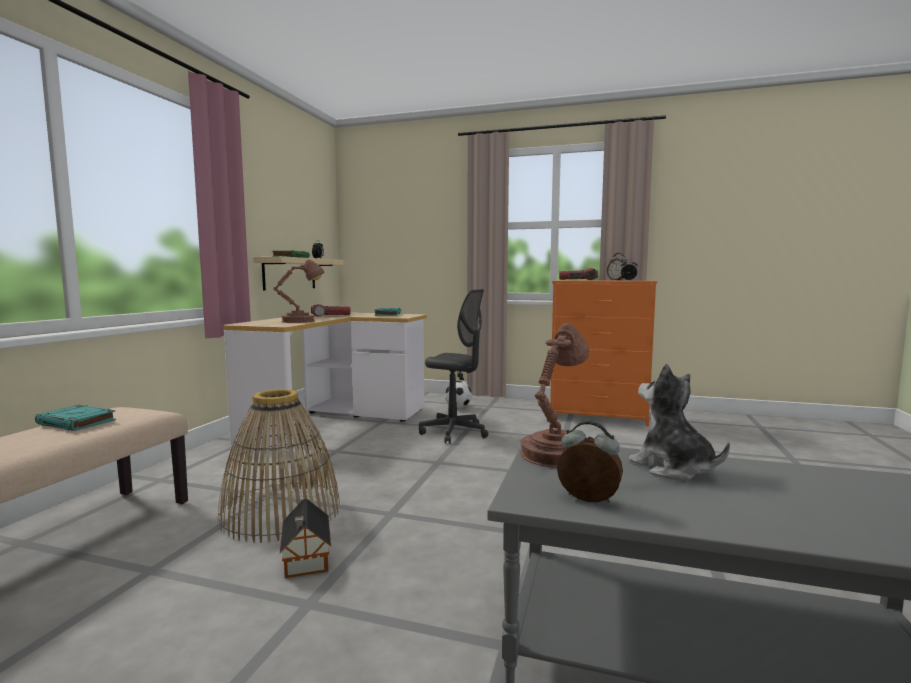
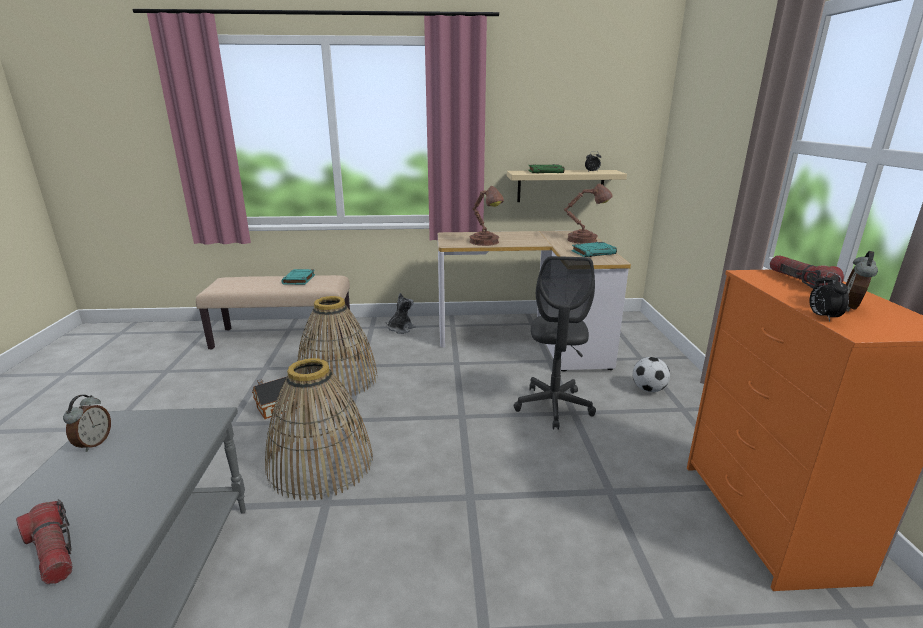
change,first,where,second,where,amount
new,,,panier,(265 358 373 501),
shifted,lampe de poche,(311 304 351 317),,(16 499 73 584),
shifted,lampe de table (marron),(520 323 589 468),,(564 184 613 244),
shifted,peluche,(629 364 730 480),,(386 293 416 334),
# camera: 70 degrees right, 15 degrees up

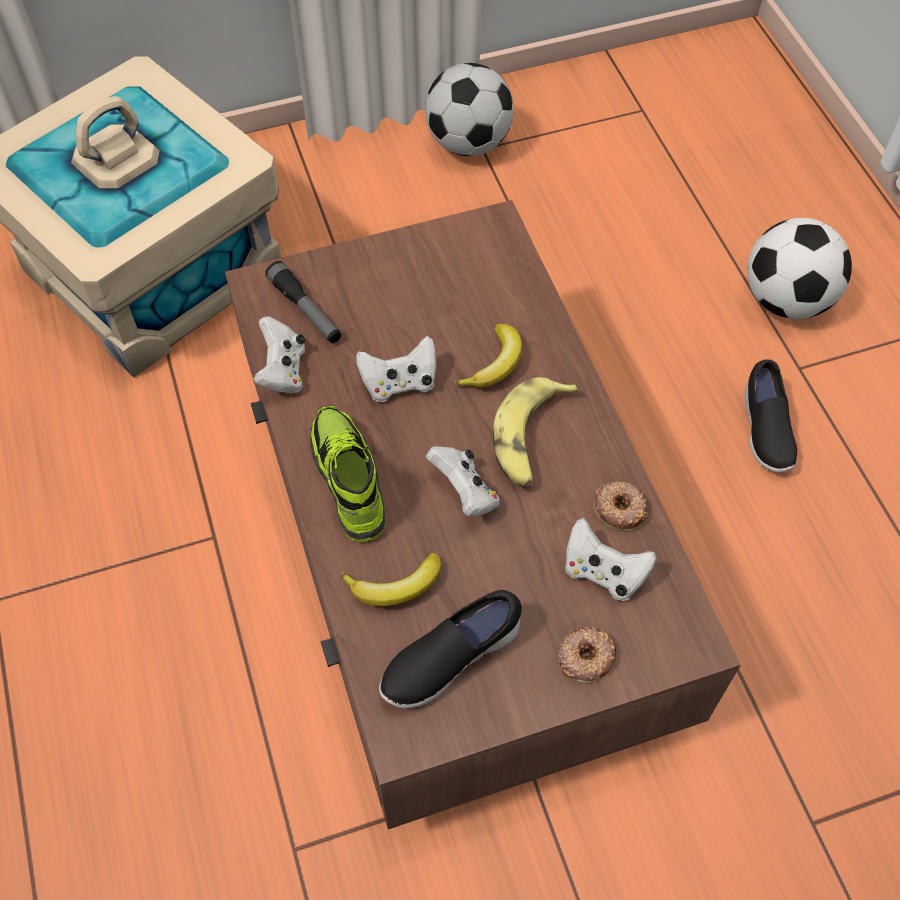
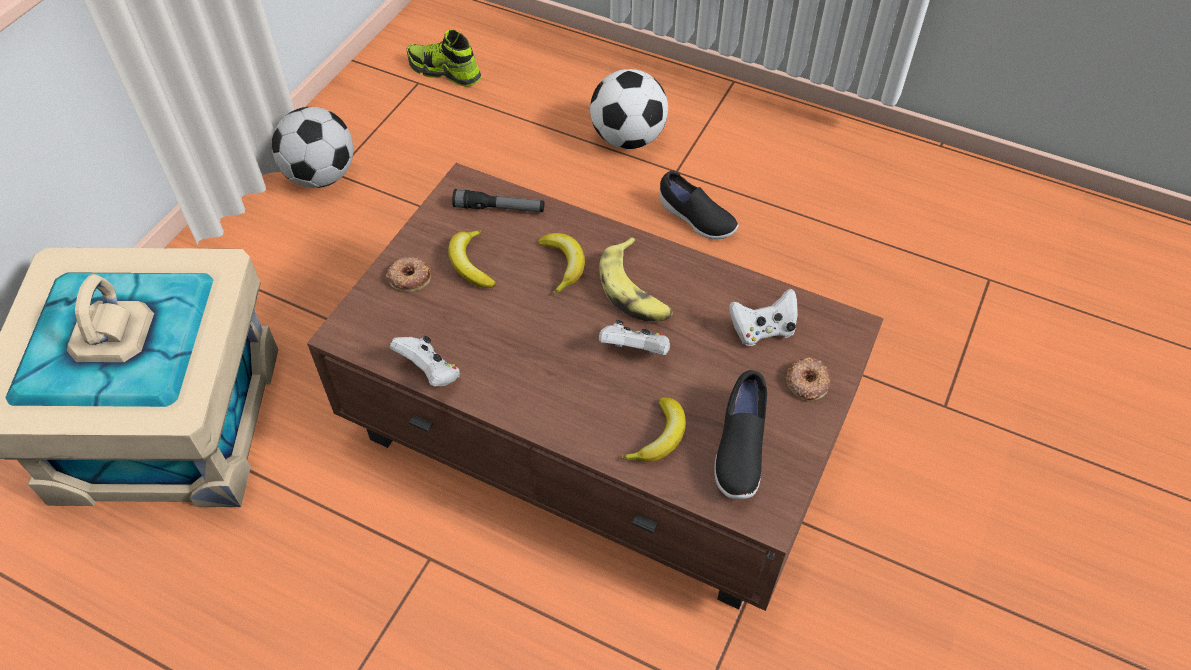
change,first,where,second,where,amount
gone,manette (blanc),(356 336 436 402),,,
new,,,banane,(448 230 496 288),
shifted,lampe de poche,(265 261 341 343),,(452 189 544 212),
shifted,chaussure,(310 405 385 542),,(407 30 481 87),
shifted,beignet,(594 481 648 532),,(386 256 431 293),
# camera: 45 degrees left, 5 degrees down

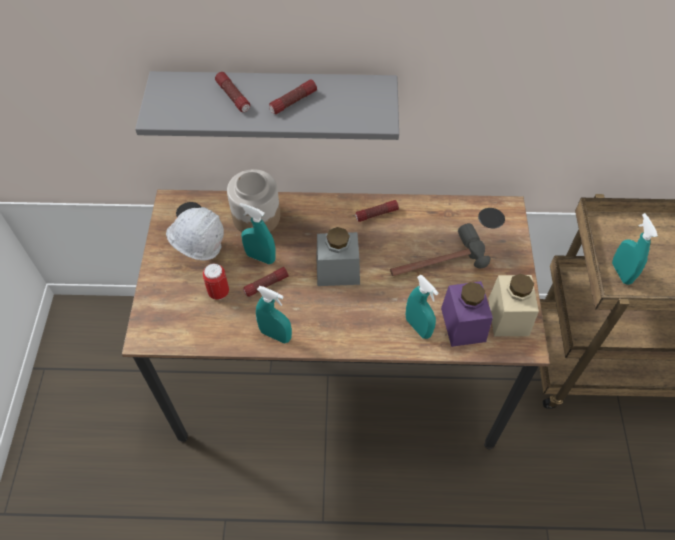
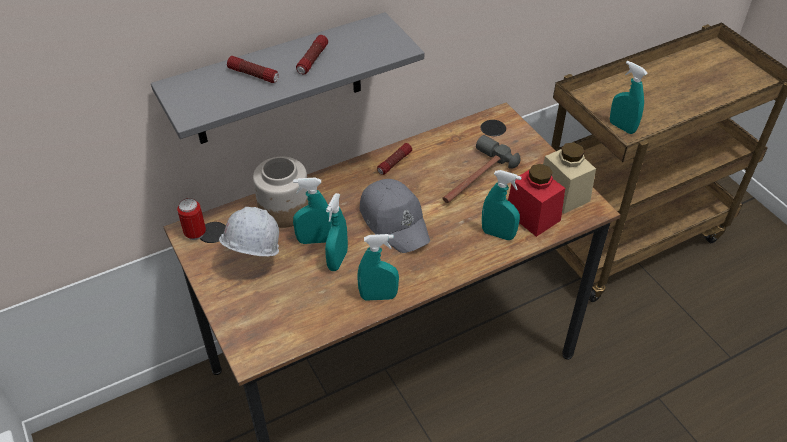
change,first,where,second,where,amount
shifted,boîte métallique,(203 263 229 300),,(177 198 206 240),
swapped,lampe de poche,(243 267 288 297),vaporisateur (turquoise),(325 193 348 271),
swapped,bocal (gris),(316 227 360 286),casquette (gris),(360 179 430 253),
repainted,bocal (violet),(441 281 493 347),bocal (rouge),(508 164 565 237),
# camera: 30 degrees left, 10 degrees down

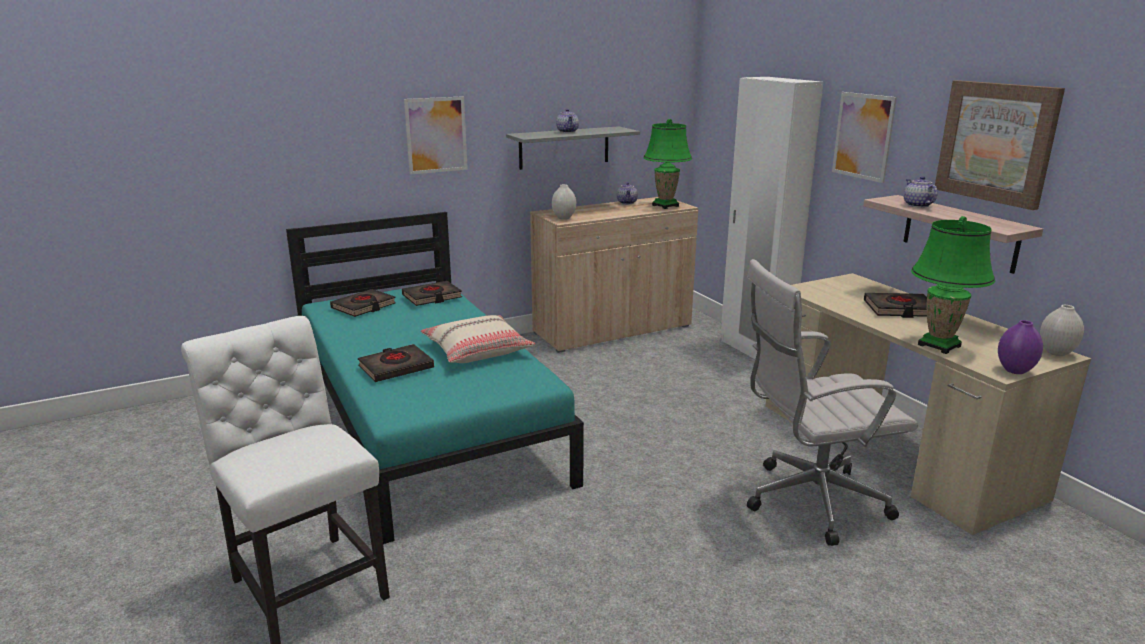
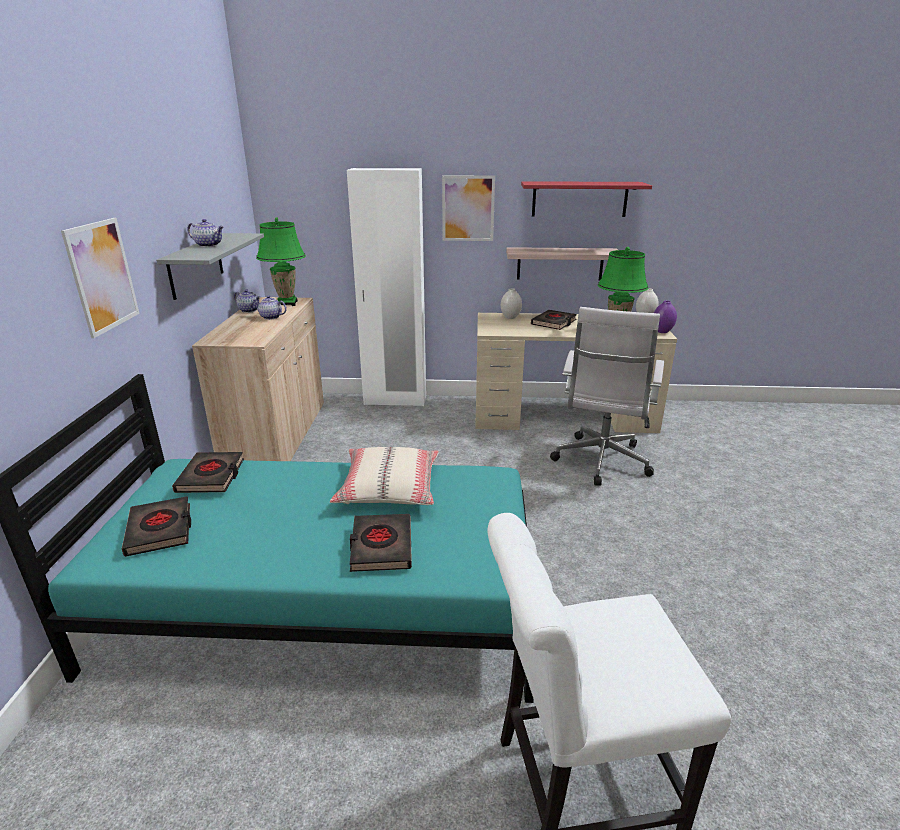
change,first,where,second,where,amount
shifted,vase (blanc),(552 184 576 220),,(501 288 522 319),
shifted,théière,(904 176 938 208),,(253 295 287 320),
swapped,tableau,(935 80 1065 210),étagère (rouge),(521 181 652 217),
# camera: 60 degrees left, 5 degrees up

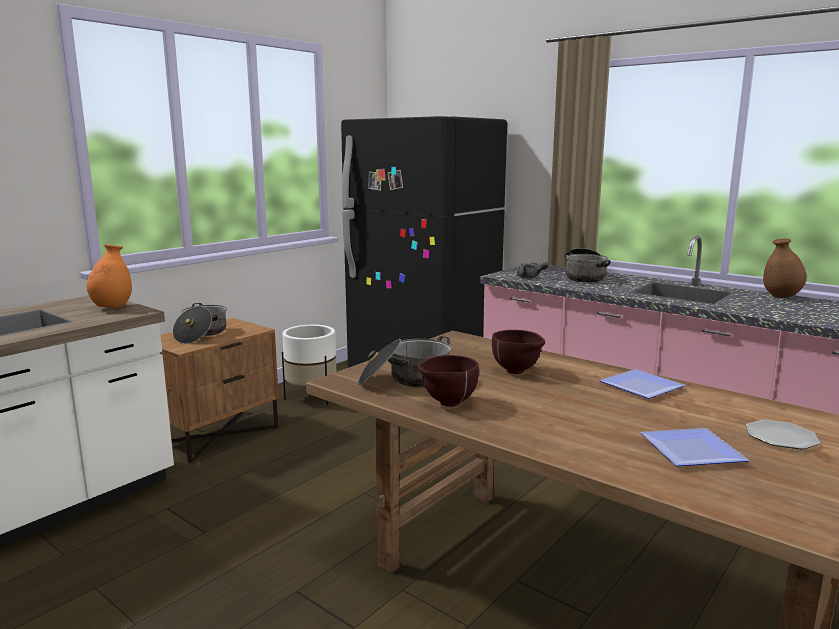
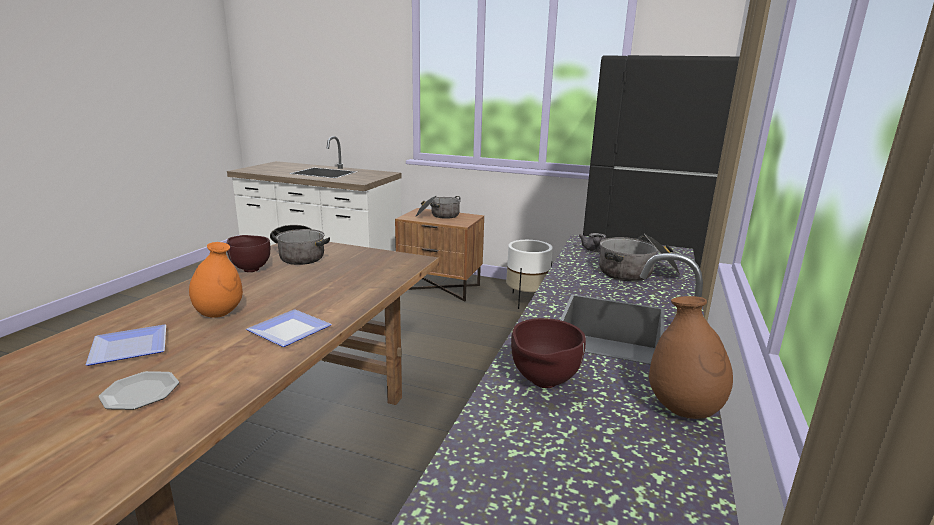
change,first,where,second,where,amount
shifted,vase (orange),(86 244 132 308),,(189 242 243 318),
shifted,bol (marron),(492 330 545 374),,(511 318 586 388),
# camera: 70 degrees right, 5 degrees up

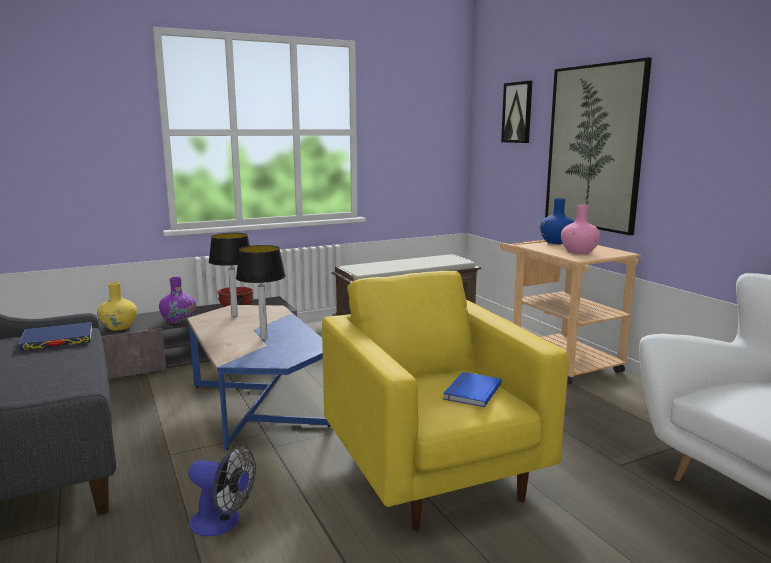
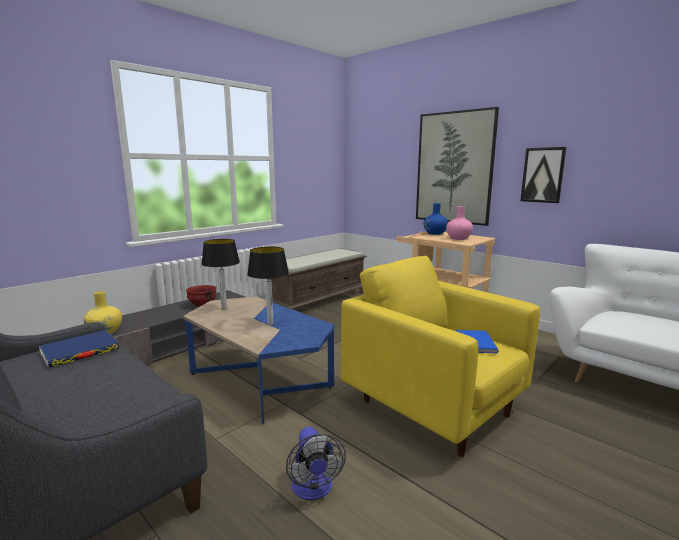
change,first,where,second,where,amount
gone,vase (violet),(159 277 196 324),,,
shifted,tableau,(501 81 532 143),,(521 147 566 203),
rotated,ventilateur,(188 446 256 537),,(286 427 346 500),75 degrees clockwise
# camera: 20 degrees left, 0 degrees up

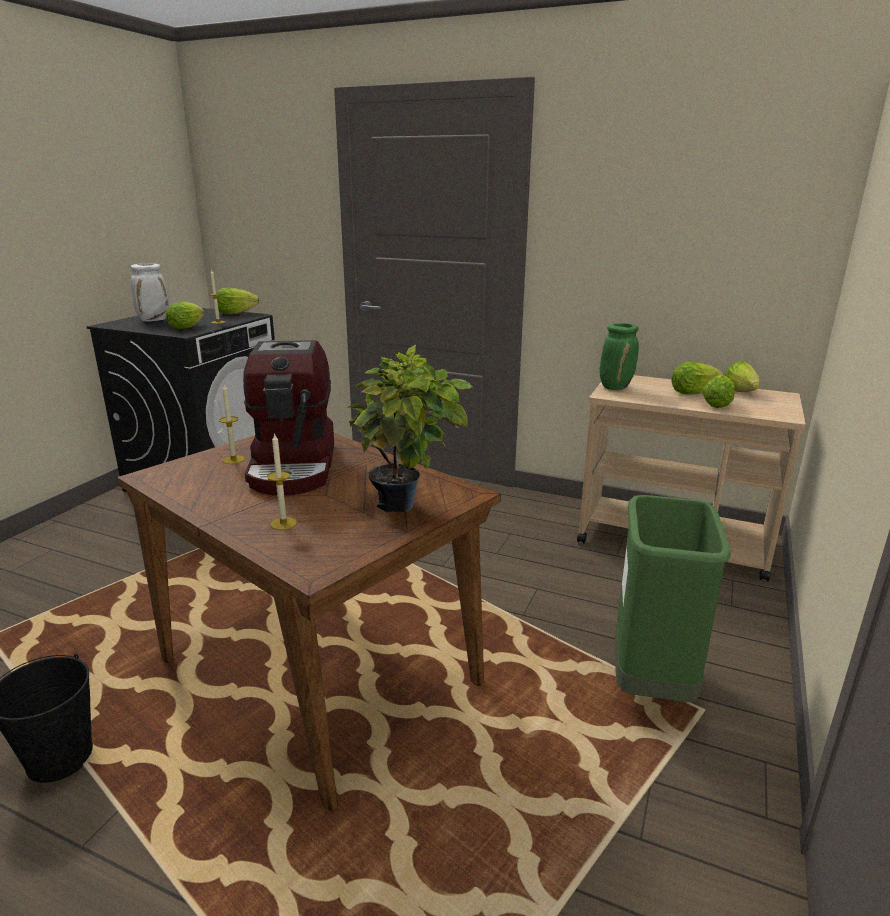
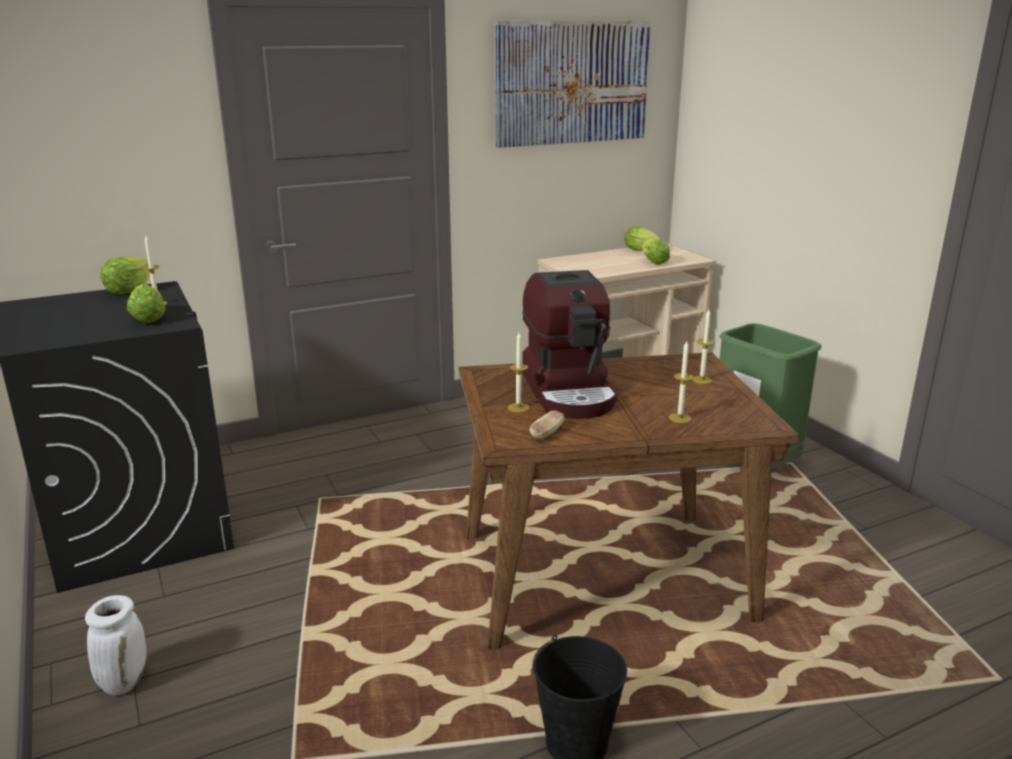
change,first,where,second,where,amount
gone,vase (vert),(600 323 639 390),,,
gone,laitue,(671 362 724 395),,,
new,,,tableau,(495 21 651 148),
new,,,pain,(530 411 565 439),
shifted,vase (blanc),(130 264 169 322),,(85 595 147 695),
swapped,plante en pot,(348 345 473 512),bougie,(692 309 715 384),
rotated,machine à café,(243 340 334 496),,(522 270 618 419),45 degrees clockwise
# camera: 50 degrees left, 0 degrees up

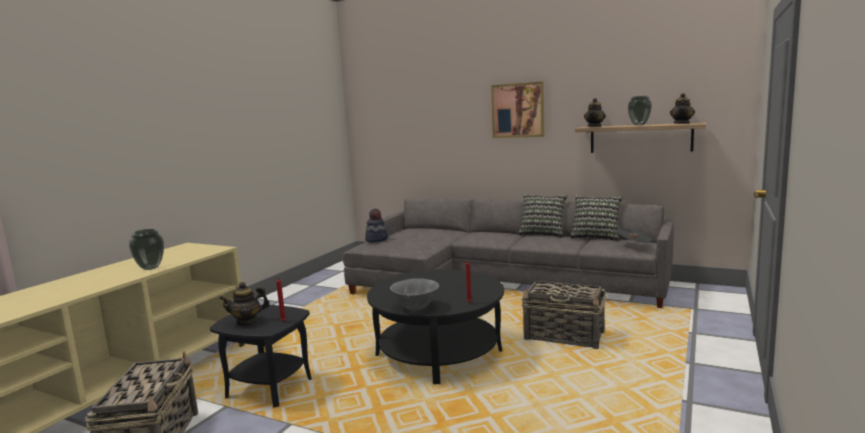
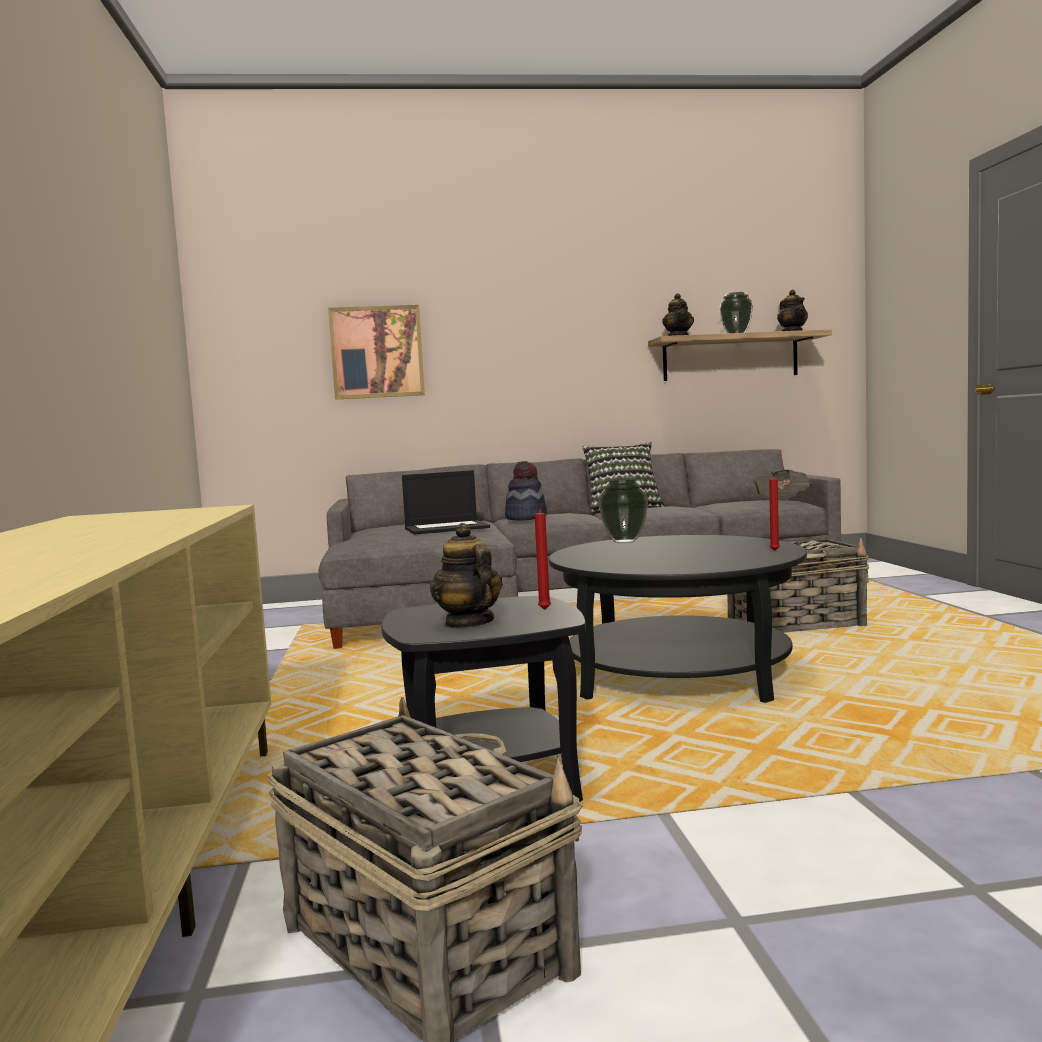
change,first,where,second,where,amount
gone,bol (gris),(390 279 439 310),,,
gone,coussin,(570 195 623 241),,,
new,,,ordinateur portable,(402 470 490 535),
shifted,vase,(129 229 164 270),,(599 480 648 543),
shifted,chapeau,(365 209 388 243),,(505 461 547 520),
shifted,tableau,(491 81 544 138),,(328 305 425 399),
rotated,théière,(219 282 270 326),,(430 523 503 628),120 degrees clockwise
# camera: 35 degrees left, 5 degrees down

